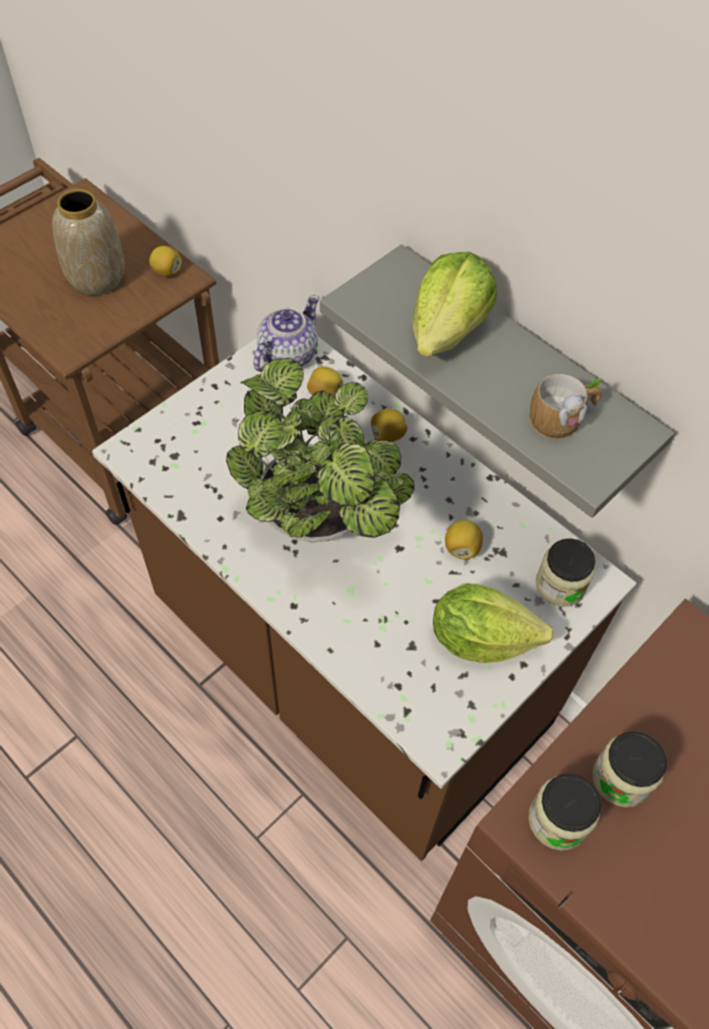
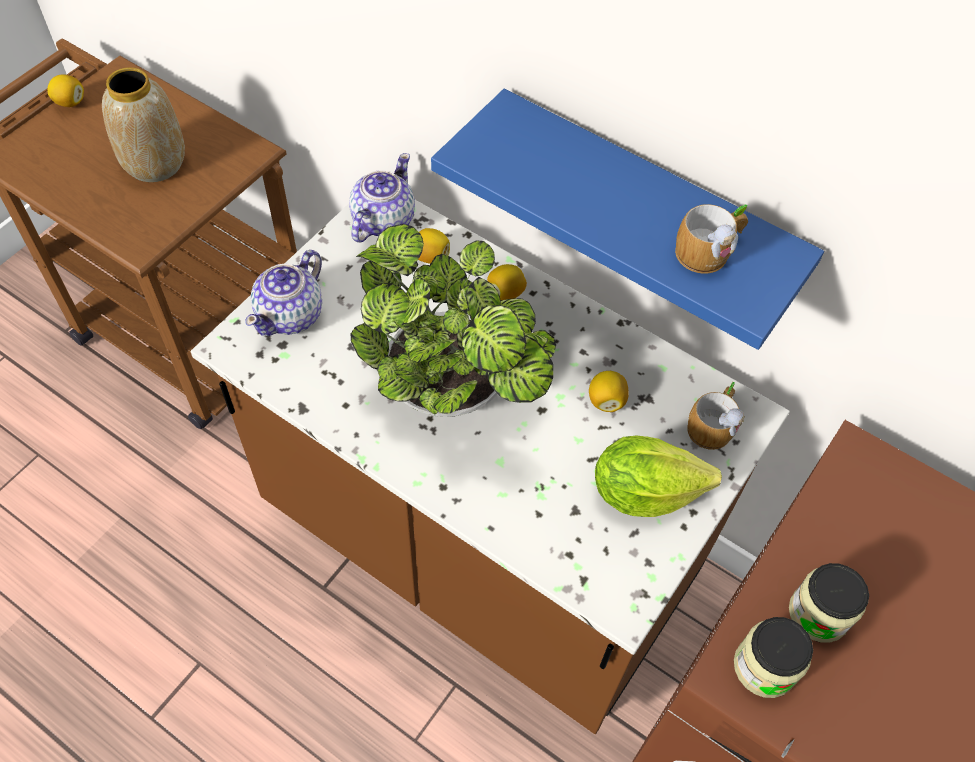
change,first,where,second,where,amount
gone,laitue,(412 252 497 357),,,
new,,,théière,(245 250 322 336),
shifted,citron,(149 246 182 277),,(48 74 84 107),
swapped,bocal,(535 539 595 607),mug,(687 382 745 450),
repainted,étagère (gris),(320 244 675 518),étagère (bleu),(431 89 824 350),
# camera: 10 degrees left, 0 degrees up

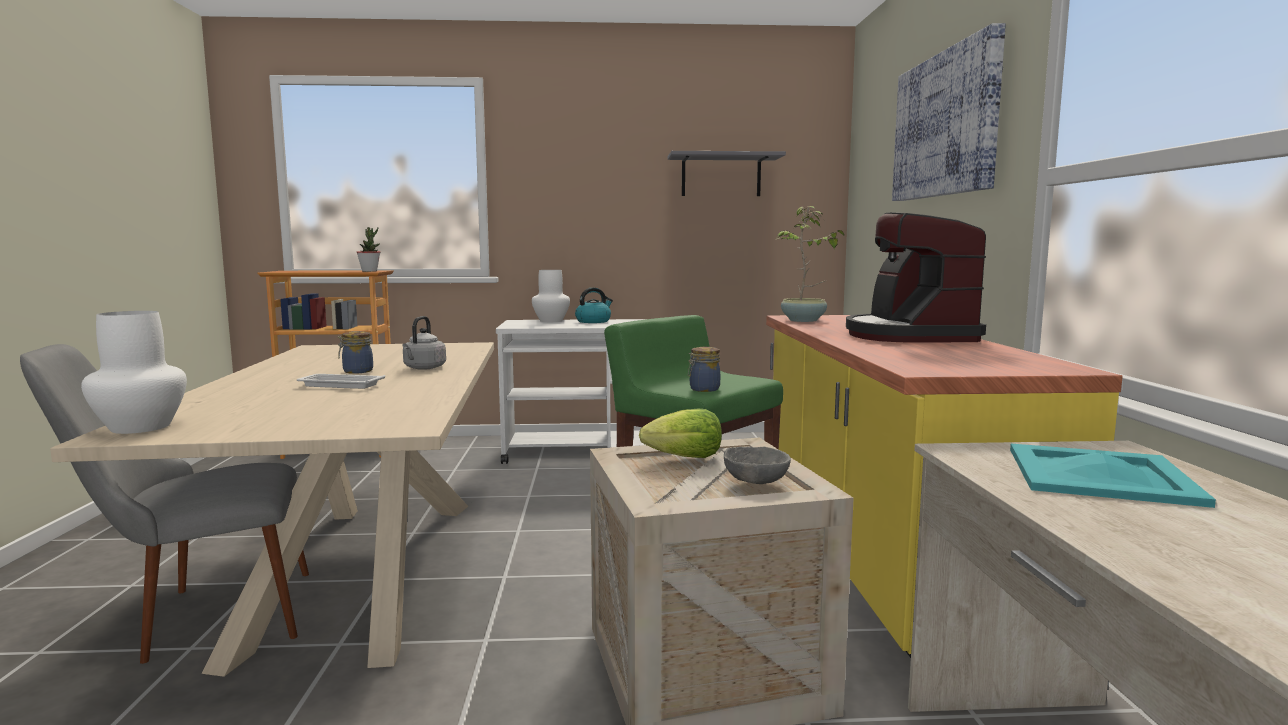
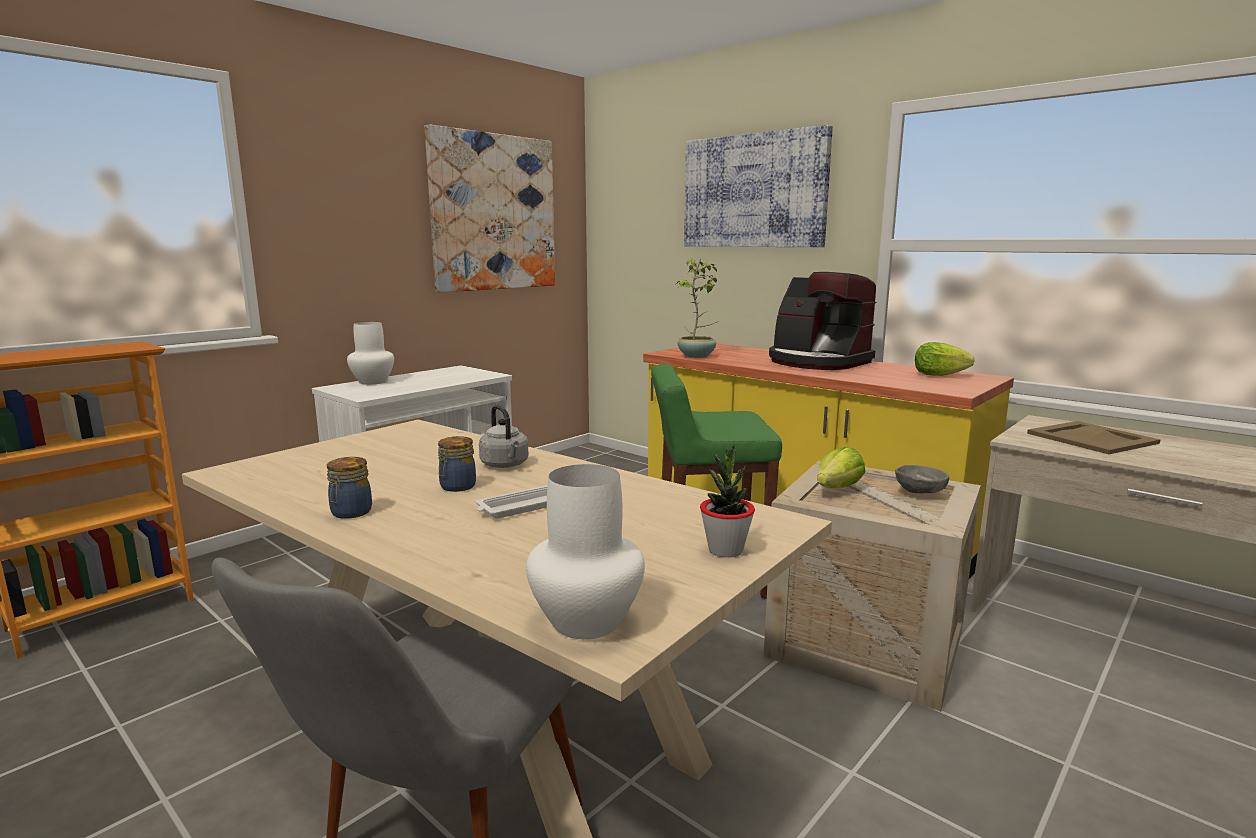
change,first,where,second,where,amount
gone,bouilloire,(575 288 613 323),,,
new,,,laitue,(915 342 974 376),
shifted,plante en pot,(357 227 380 272),,(700 444 755 557),
shifted,bocal,(688 347 720 392),,(327 457 372 519),
swapped,étagère (gris),(667 151 786 196),tableau,(425 124 555 293),
repainted,plateau (turquoise),(1010 444 1216 508),plateau (beige),(1027 421 1161 454),
# camera: 45 degrees left, 5 degrees up

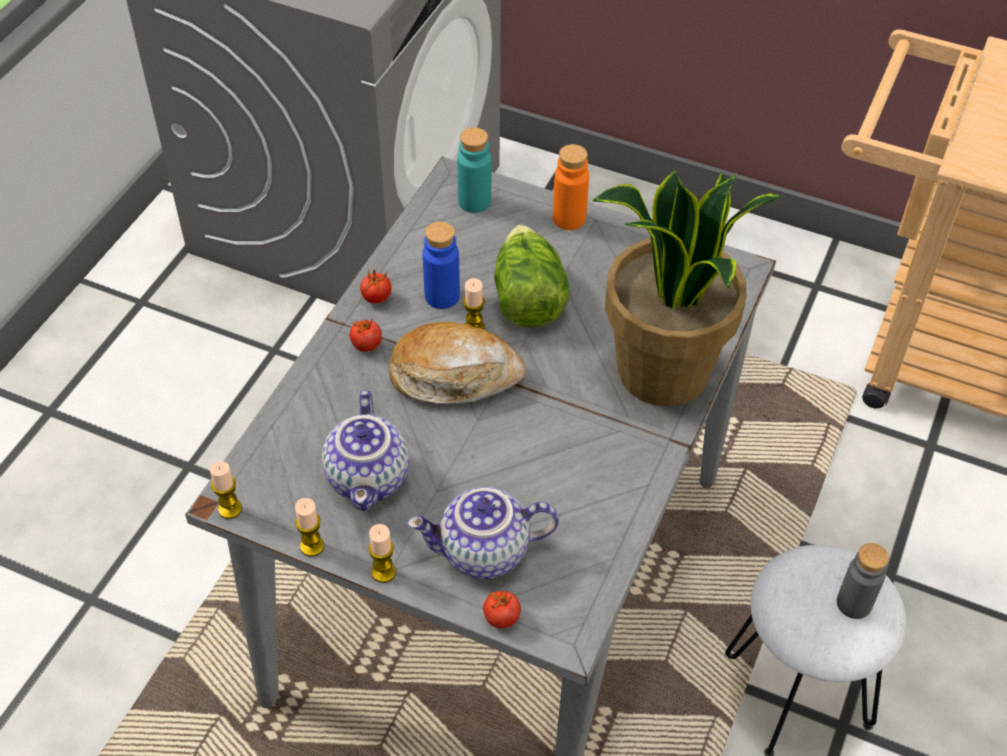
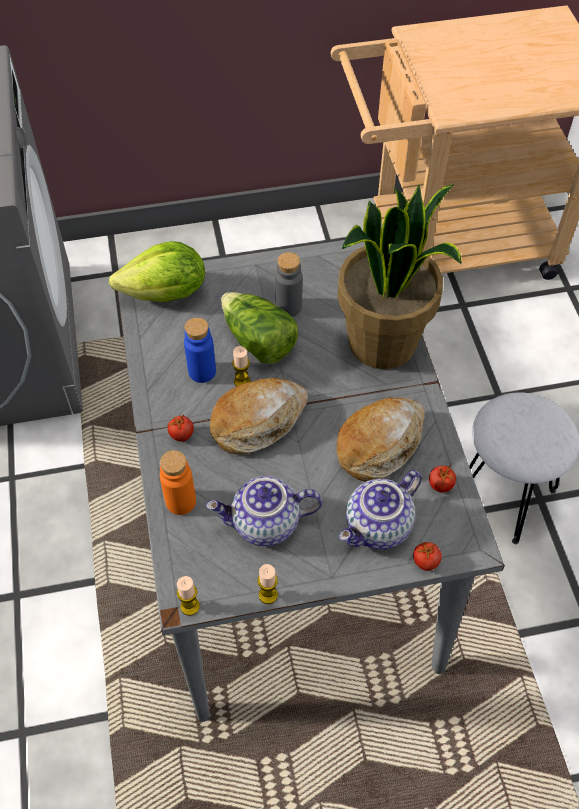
change,first,where,second,where,amount
gone,bougie,(368 524 396 583),,,
new,,,pain,(337 397 425 481),
shifted,tomate,(360 270 392 303),,(429 464 456 493),
shifted,bouteille (orange),(553 144 589 230),,(160 450 196 515),
shifted,bouteille (gris),(837 543 889 619),,(275 252 303 317),
swapped,bouteille (turquoise),(457 127 491 213),laitue,(109 241 205 302),
rotated,théière,(322 390 409 511),,(206 476 322 546),120 degrees clockwise
# camera: 35 degrees left, 5 degrees up

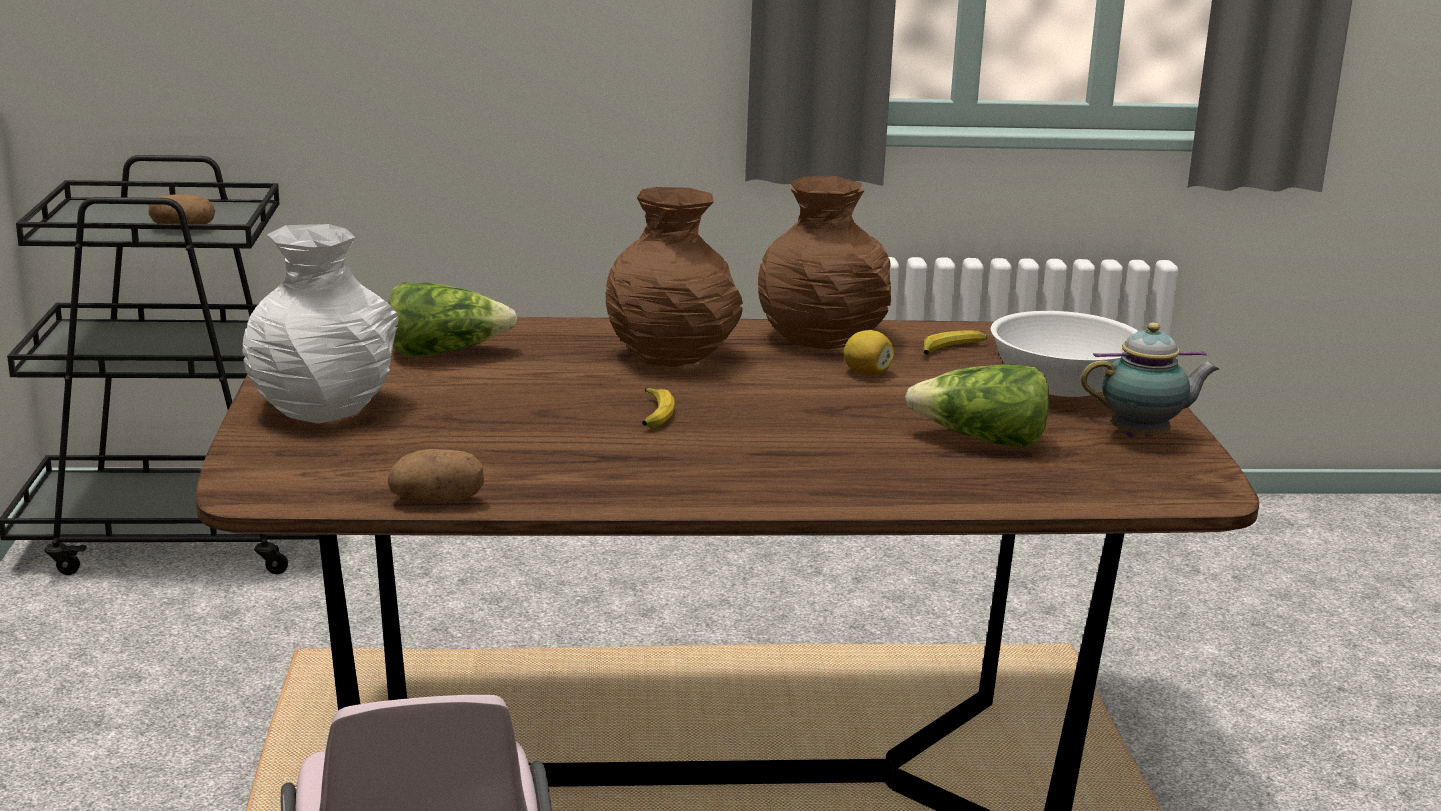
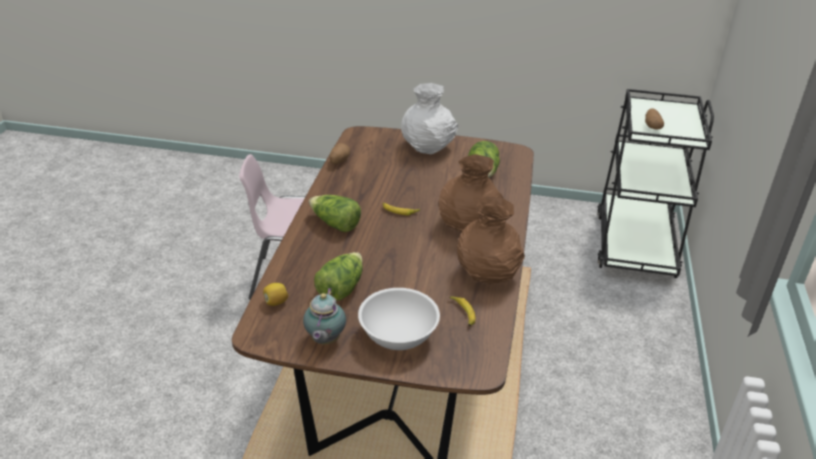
change,first,where,second,where,amount
new,,,laitue,(309 195 361 232),
shifted,citron,(844 330 894 375),,(263 283 288 306),
# camera: 105 degrees right, 15 degrees up

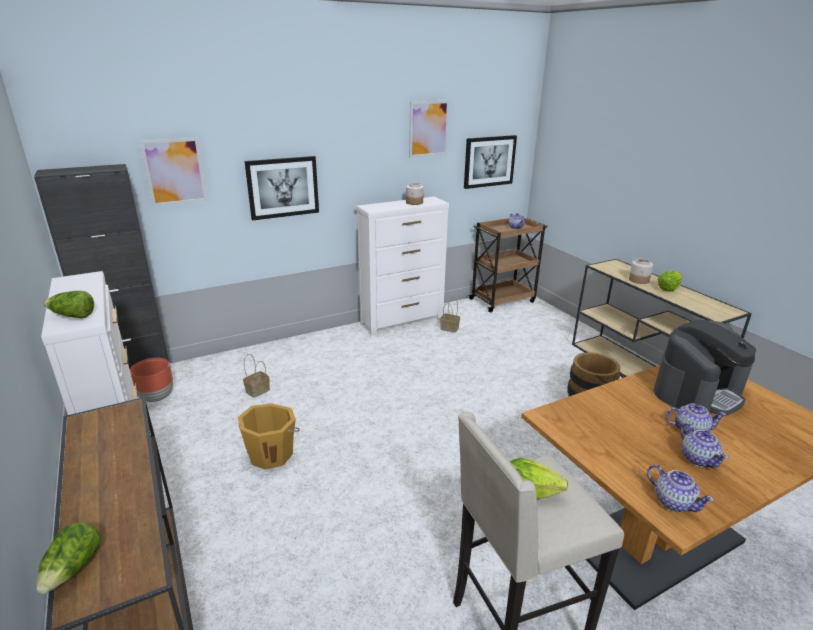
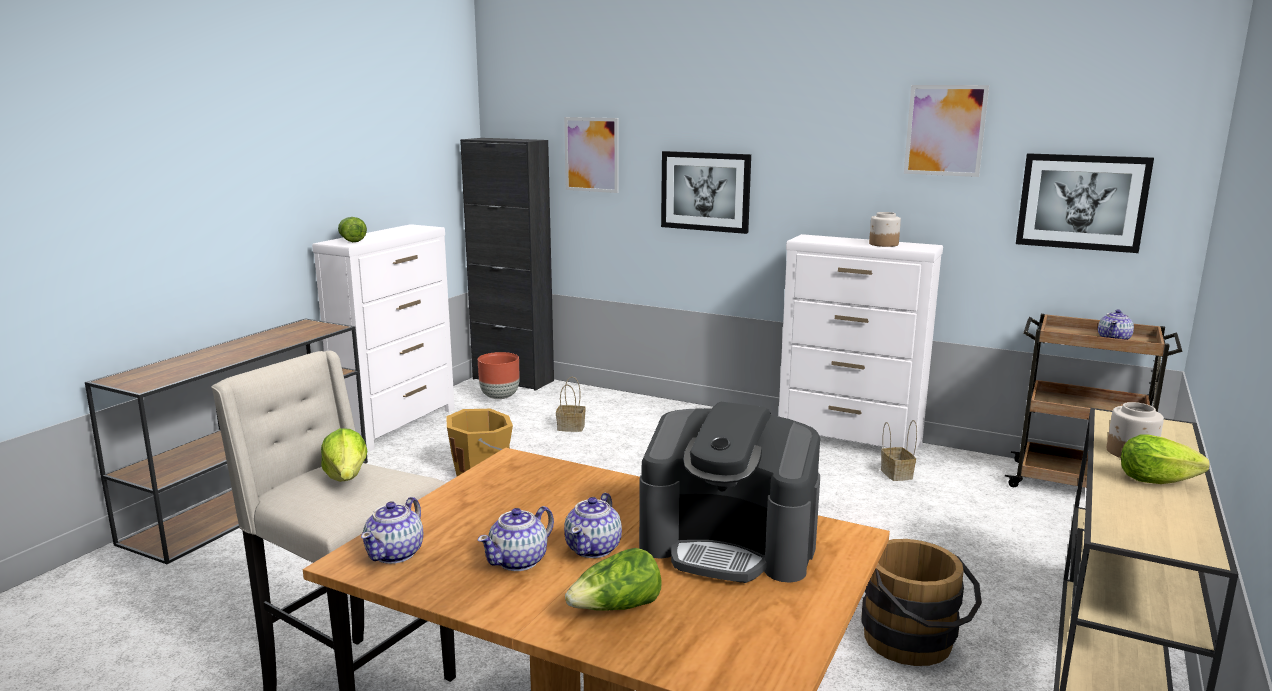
change,first,where,second,where,amount
shifted,laitue,(36 522 101 594),,(565 548 662 611),
rotated,théière,(665 404 726 435),,(564 493 622 558),45 degrees clockwise
# camera: 55 degrees right, 10 degrees down

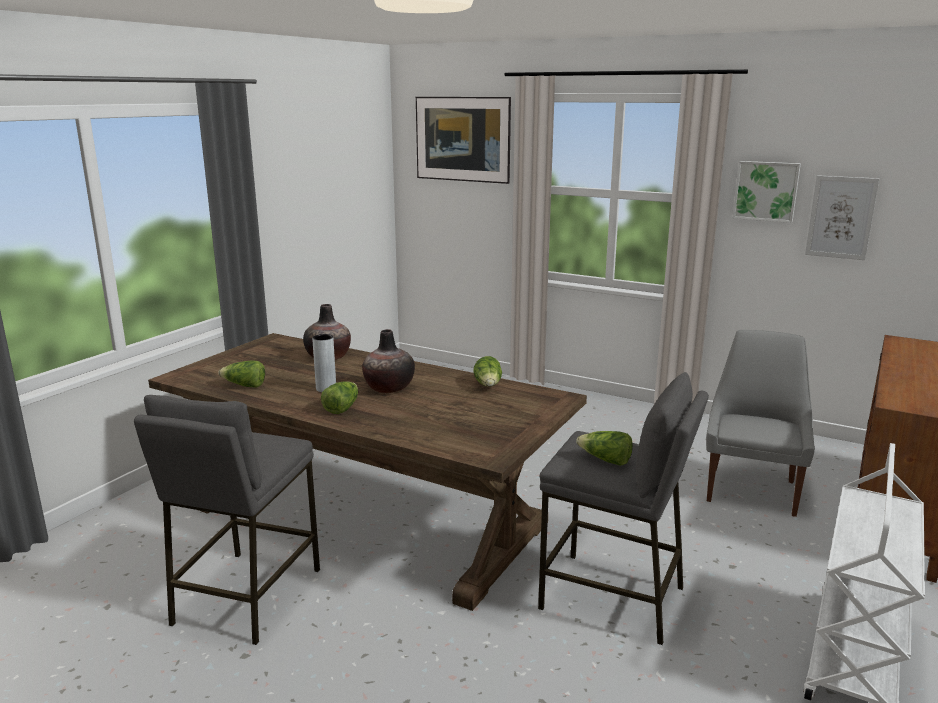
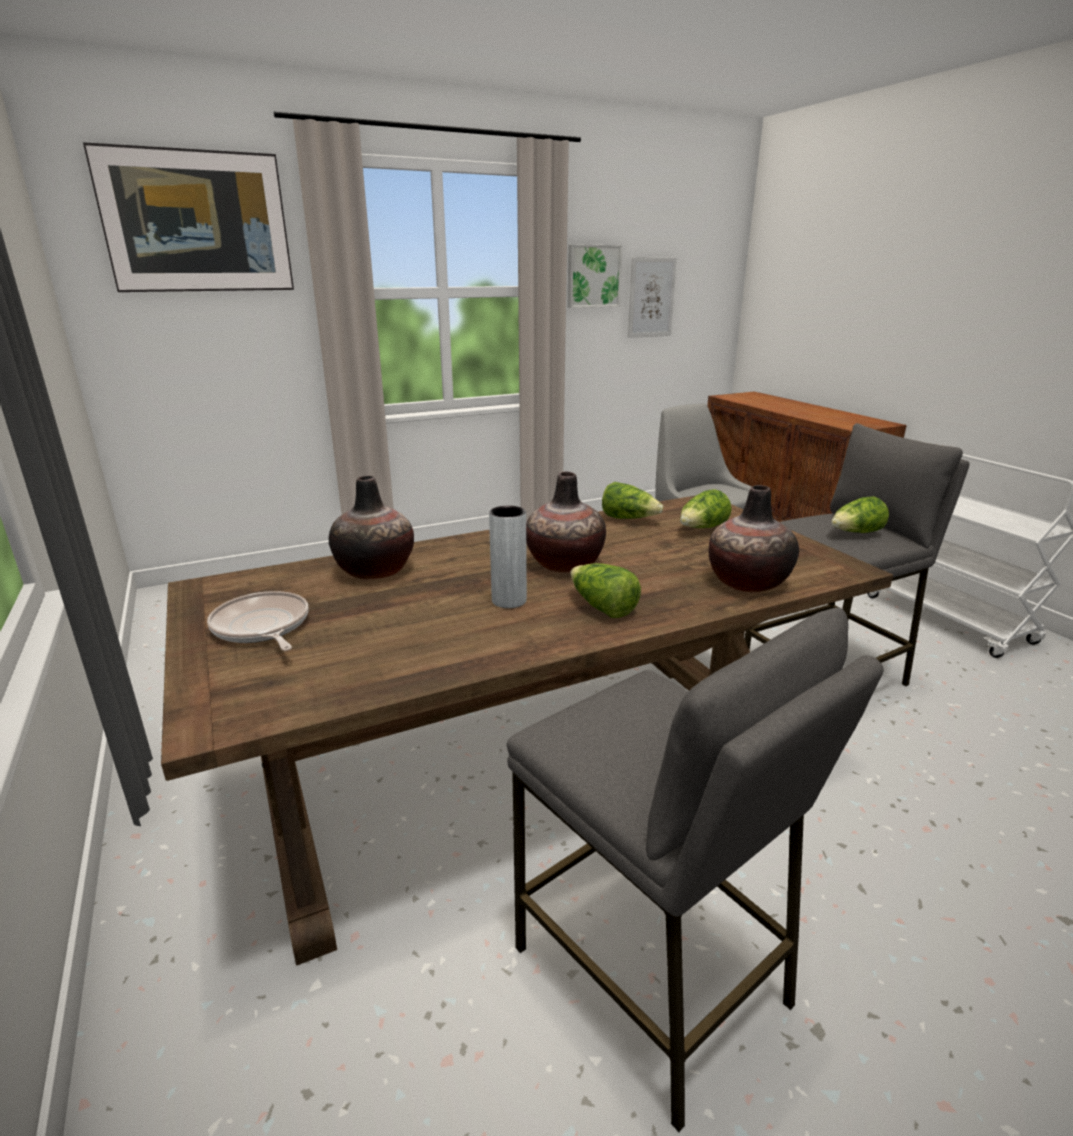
change,first,where,second,where,amount
new,,,poêle,(207 591 308 651),
new,,,vase,(709 485 799 592),
shifted,laitue,(218 361 265 388),,(680 489 732 528),
# camera: 55 degrees left, 5 degrees up

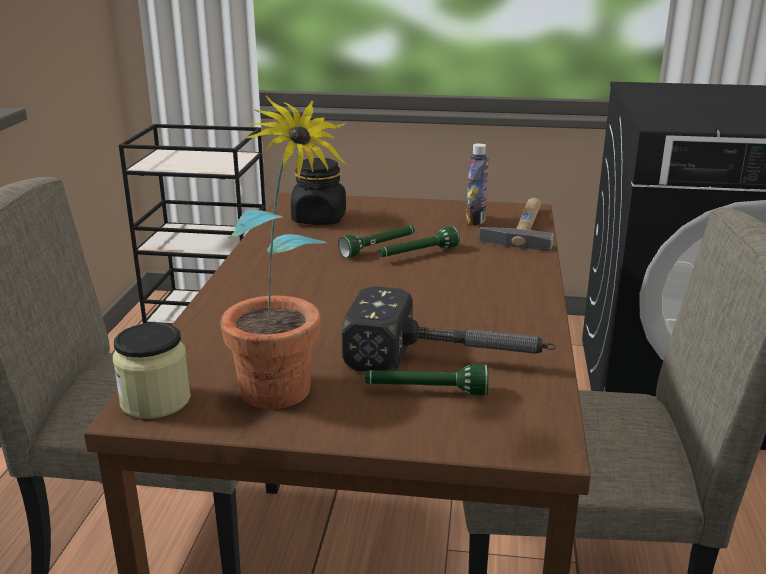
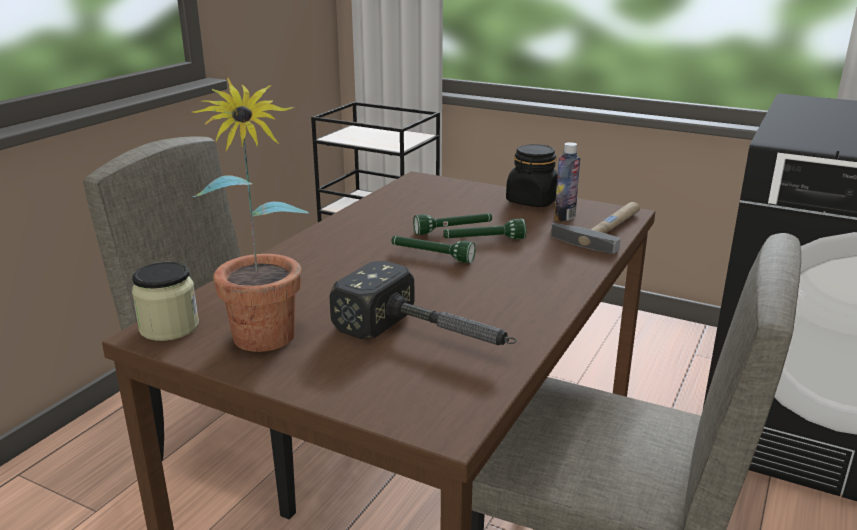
change,first,where,second,where,amount
shifted,bocal (noir),(291 158 346 225),,(506 144 558 207),
shifted,lampe de poche (vert),(365 364 489 395),,(391 236 476 263),
# camera: 20 degrees right, 0 degrees up

